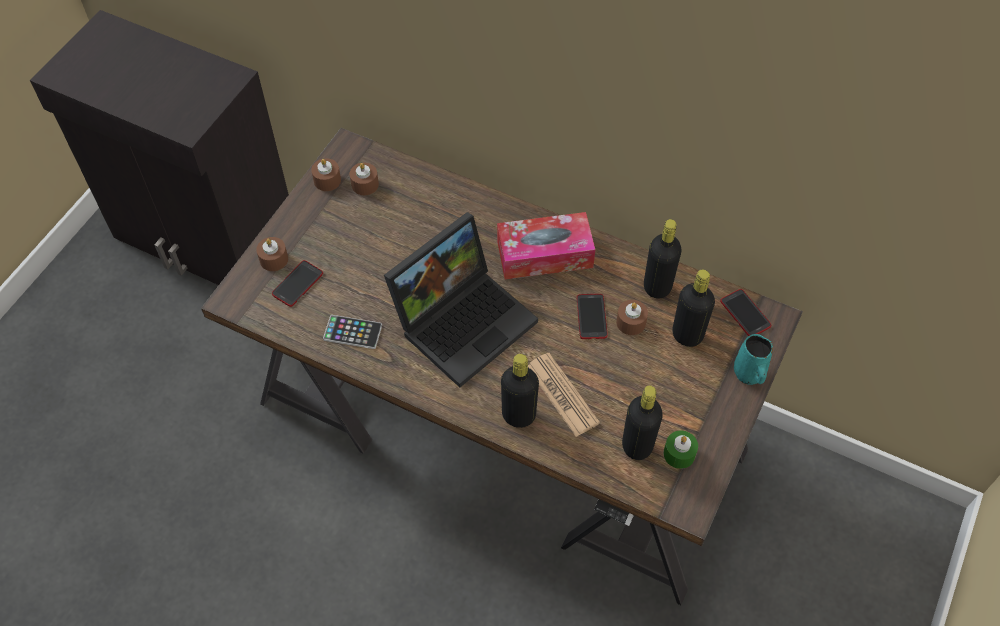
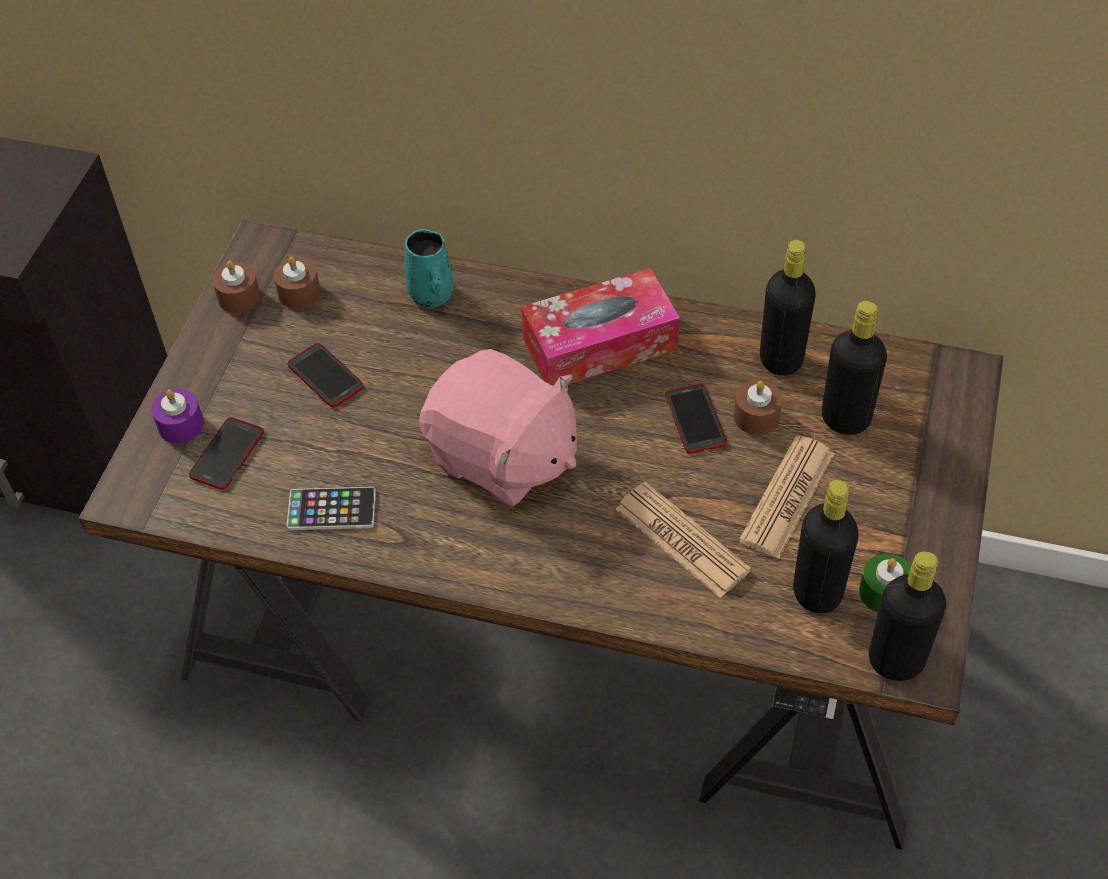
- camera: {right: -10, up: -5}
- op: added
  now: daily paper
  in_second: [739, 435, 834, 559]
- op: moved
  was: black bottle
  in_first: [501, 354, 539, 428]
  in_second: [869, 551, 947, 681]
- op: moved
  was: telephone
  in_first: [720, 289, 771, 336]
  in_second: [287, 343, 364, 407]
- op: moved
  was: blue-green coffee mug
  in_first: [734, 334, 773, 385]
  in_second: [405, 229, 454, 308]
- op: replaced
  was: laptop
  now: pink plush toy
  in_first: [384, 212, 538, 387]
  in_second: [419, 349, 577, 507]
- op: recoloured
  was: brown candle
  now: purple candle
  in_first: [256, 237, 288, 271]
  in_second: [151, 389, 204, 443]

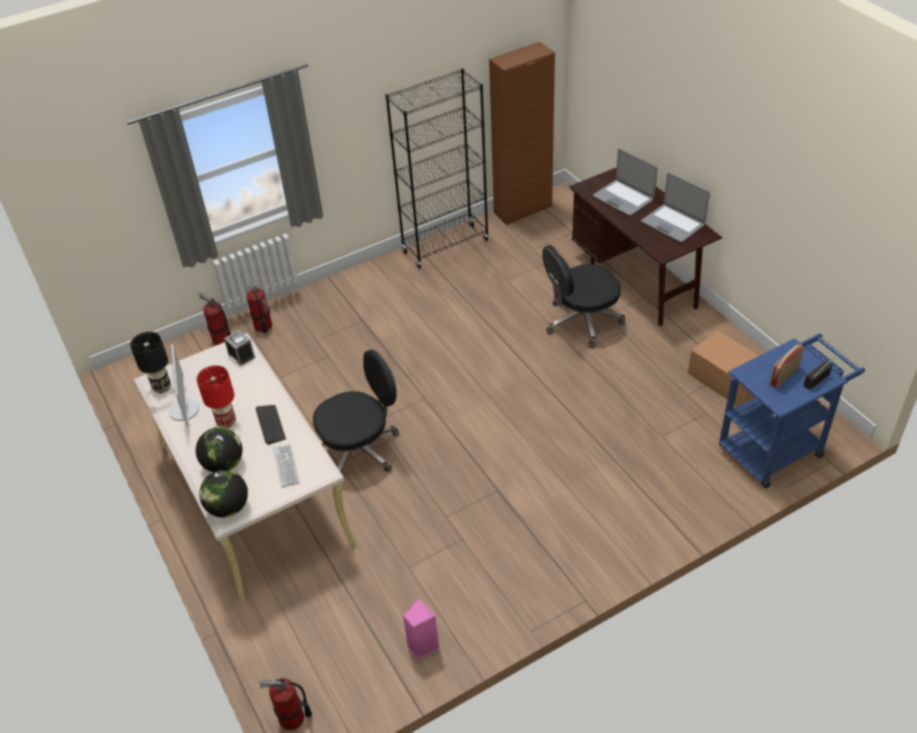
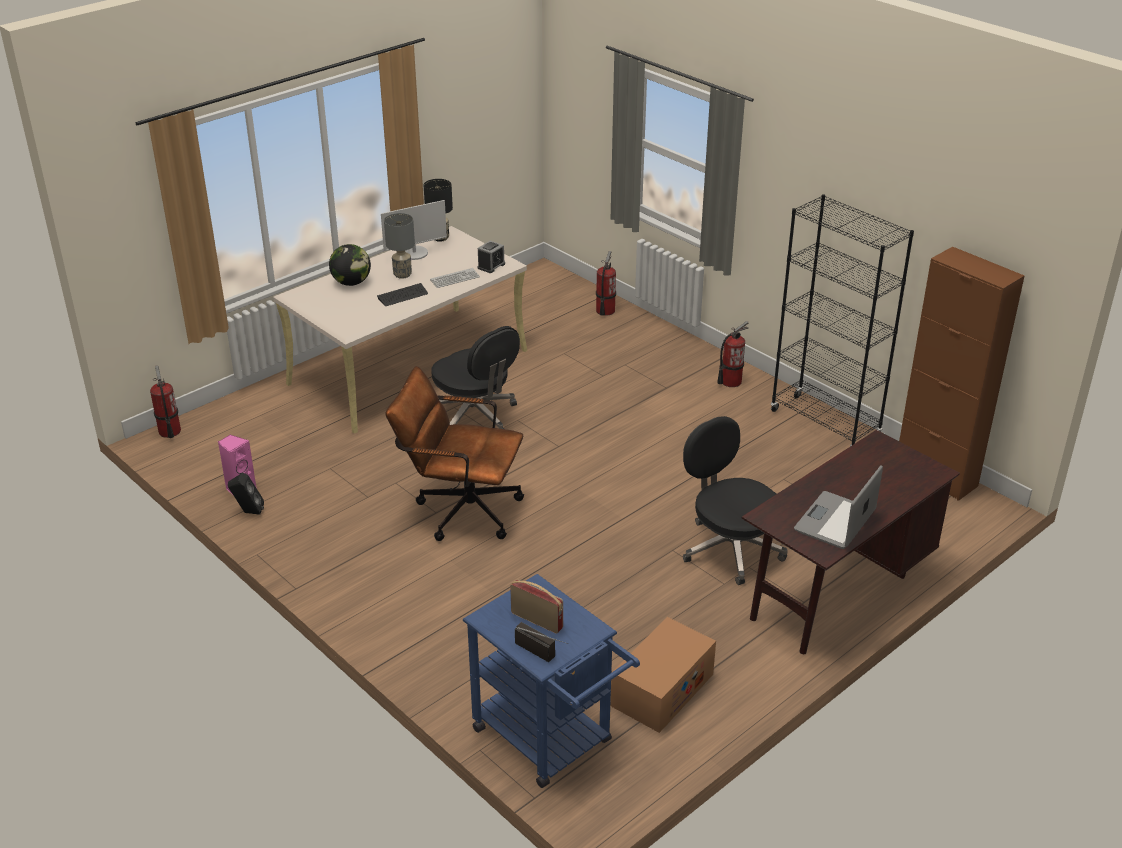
- camera: {right: 75, up: -10}
- op: removed
  was: globe
  in_first: [199, 470, 248, 517]
- op: removed
  was: laptop
  in_first: [593, 149, 658, 216]
- op: added
  now: black audio speaker
  in_second: [228, 473, 264, 515]
- op: added
  now: brown desk chair
  in_second: [385, 366, 524, 541]
- op: moved
  was: fire extinguisher
  in_first: [246, 275, 272, 333]
  in_second: [717, 321, 749, 387]
- op: moved
  was: PC keyboard
  in_first: [272, 445, 300, 487]
  in_second: [430, 268, 480, 288]
- op: recoloured
  was: red-coloured table lamp
  now: grey table lamp
  in_first: [196, 365, 236, 428]
  in_second: [384, 213, 415, 279]

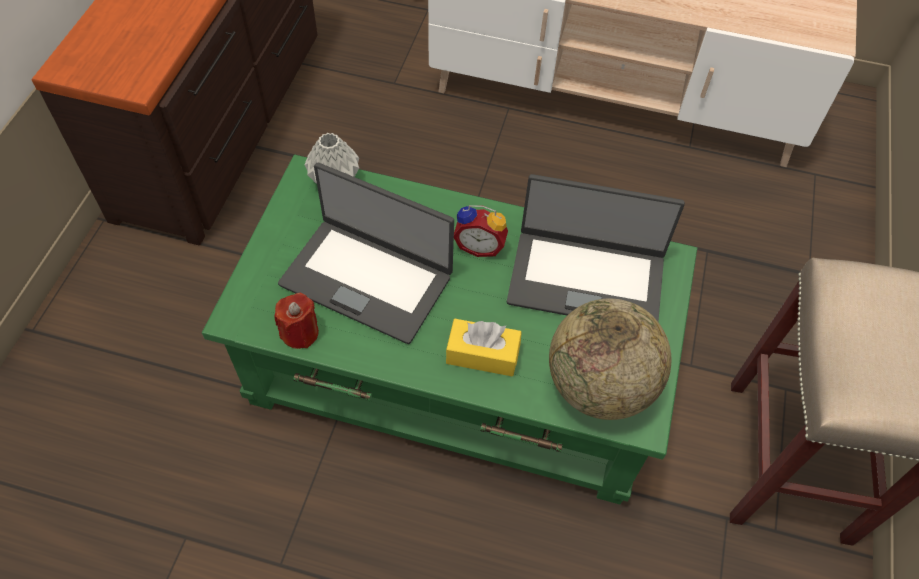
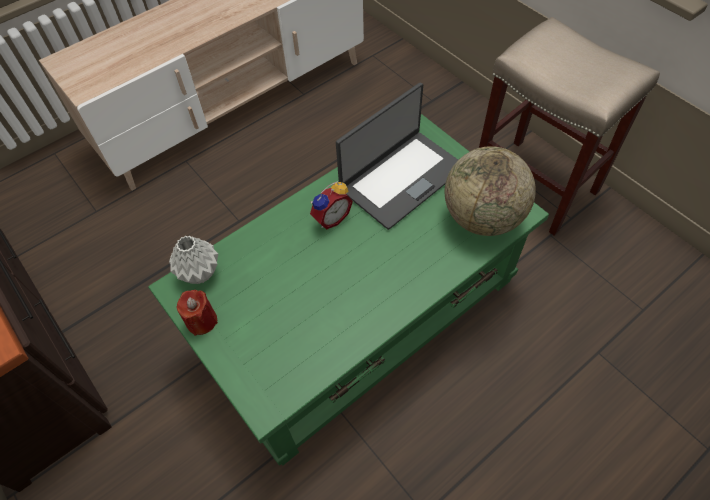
- camera: {right: -50, up: 0}
- op: removed
  was: laptop
  in_first: [278, 163, 454, 344]
- op: removed
  was: yellowish box of tissues
  in_first: [446, 319, 521, 377]
- op: moved
  was: red-coloured candle
  in_first: [274, 293, 319, 349]
  in_second: [176, 290, 218, 336]

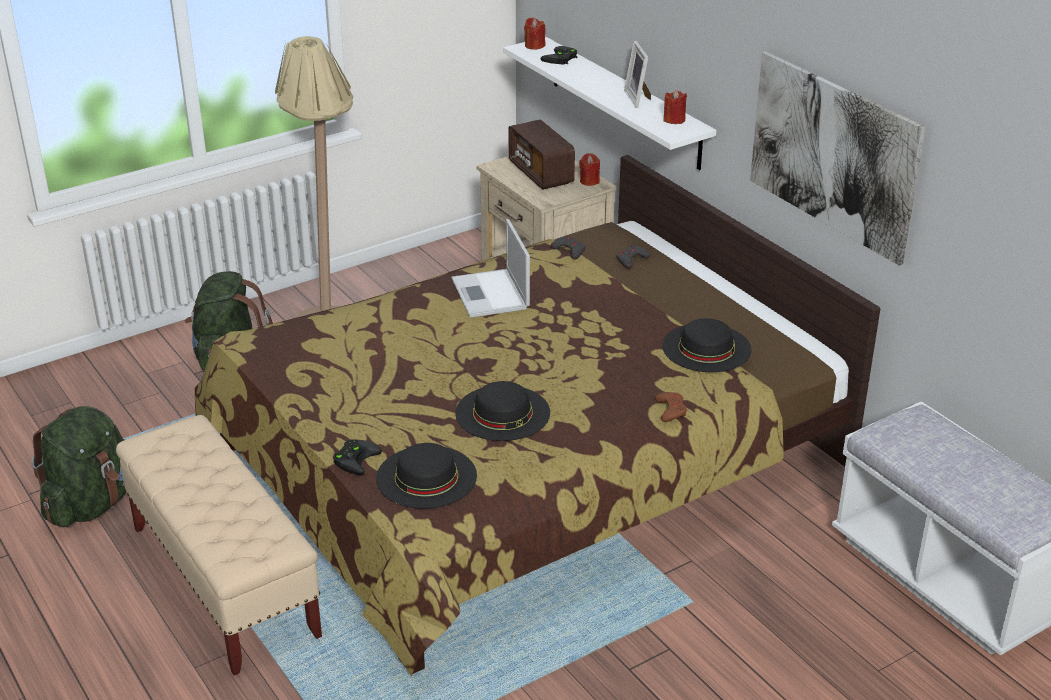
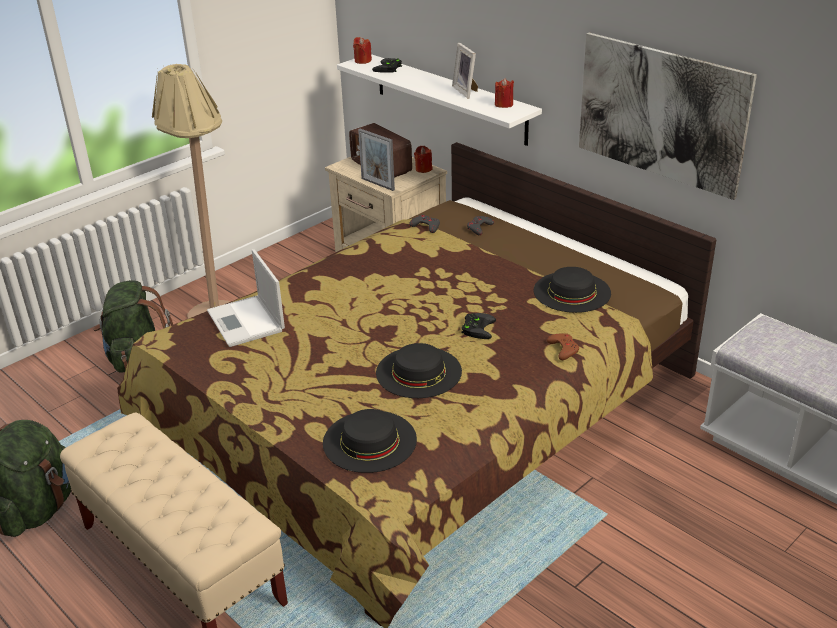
- camera: {right: -10, up: 0}
- op: added
  now: photo frame
  in_second: [358, 129, 395, 191]
- op: moved
  was: black game controller
  in_first: [333, 439, 382, 475]
  in_second: [461, 313, 496, 339]
- op: moved
  was: laptop
  in_first: [451, 219, 530, 318]
  in_second: [207, 249, 285, 347]

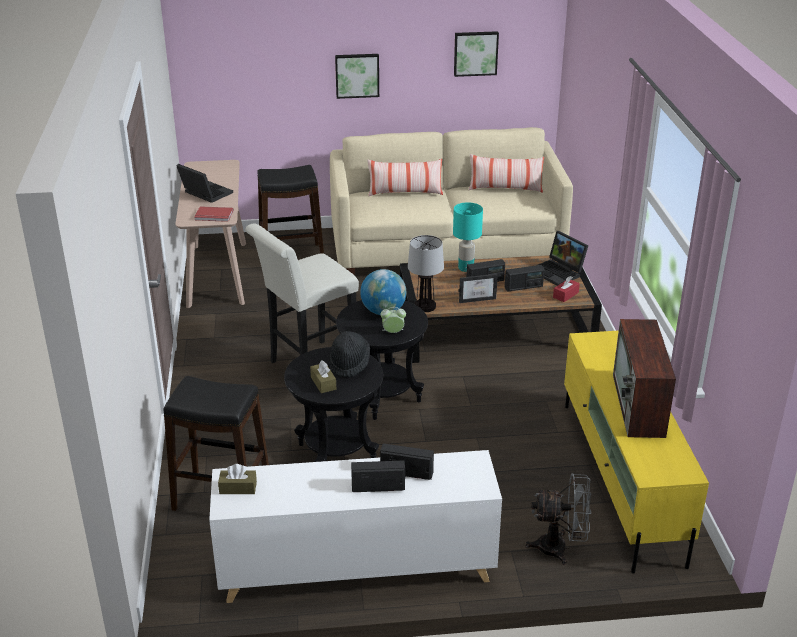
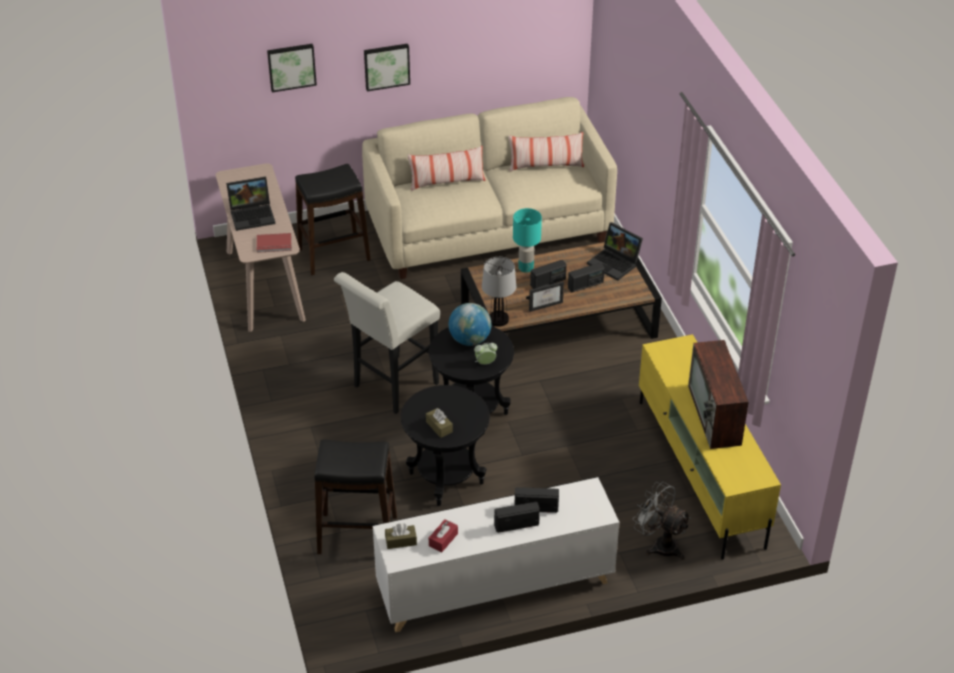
- camera: {right: -10, up: 10}
- op: removed
  was: black wearable hat
  in_first: [330, 331, 370, 378]
- op: moved
  was: picture
  in_first: [454, 31, 499, 77]
  in_second: [267, 44, 317, 92]
- op: moved
  was: red-coloured box of tissues
  in_first: [553, 276, 580, 302]
  in_second: [429, 519, 458, 553]
- op: turned
  was: laptop
  in_first: [176, 164, 233, 203]
  in_second: [226, 177, 275, 231]
  clockwise: 135
- op: turned
  was: grey electric fan
  in_first: [525, 473, 591, 565]
  in_second: [632, 482, 691, 560]
  clockwise: -135

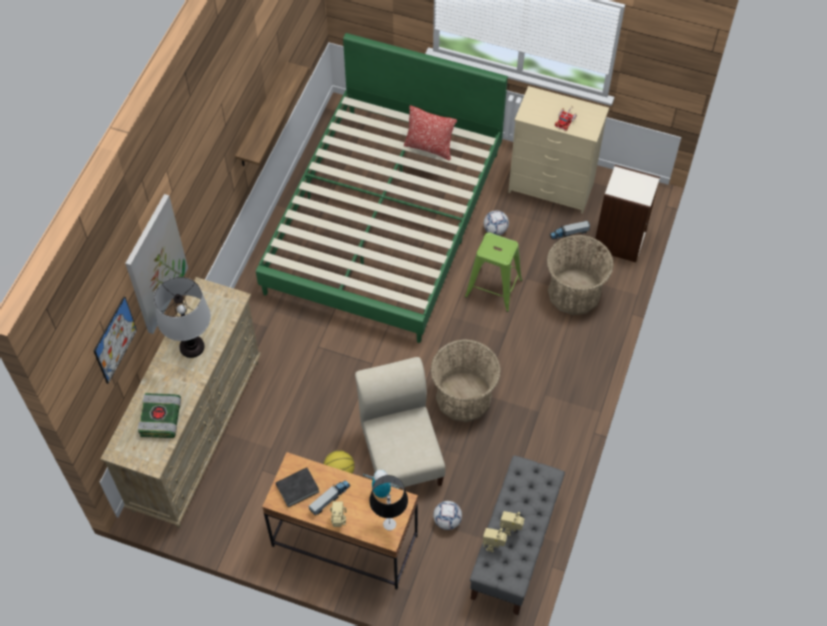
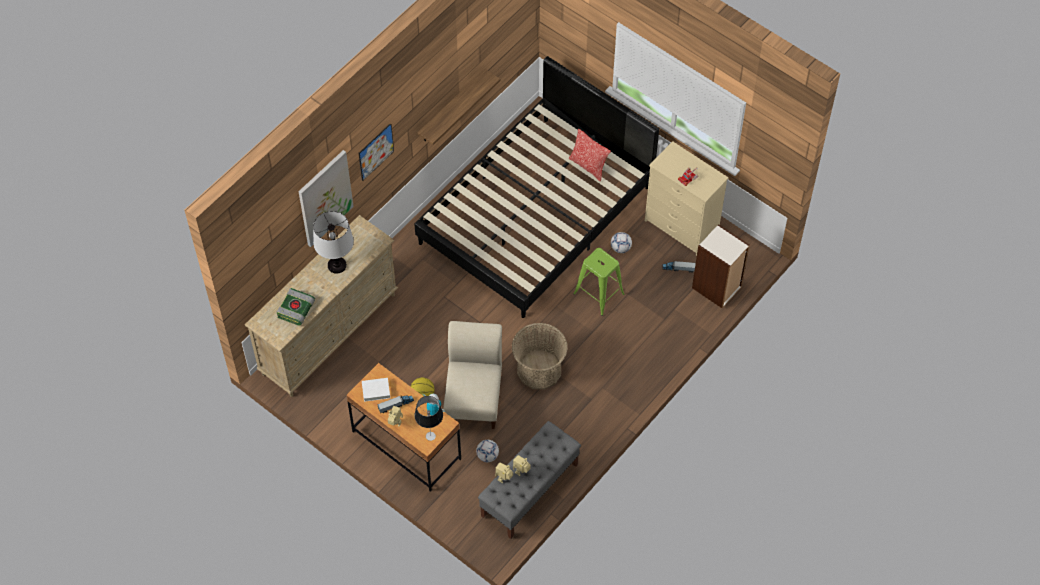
- camera: {right: 20, up: 0}
- op: removed
  was: basket
  in_first: [547, 235, 614, 315]
- op: moved
  was: picture
  in_first: [93, 296, 137, 384]
  in_second: [359, 123, 394, 181]
- op: recoloured
  was: green-coloured bed
  now: black bed
  in_first: [256, 33, 508, 343]
  in_second: [414, 56, 659, 318]
- op: recoloured
  was: black volume
  now: white volume
  in_first: [276, 467, 319, 508]
  in_second: [362, 378, 390, 402]

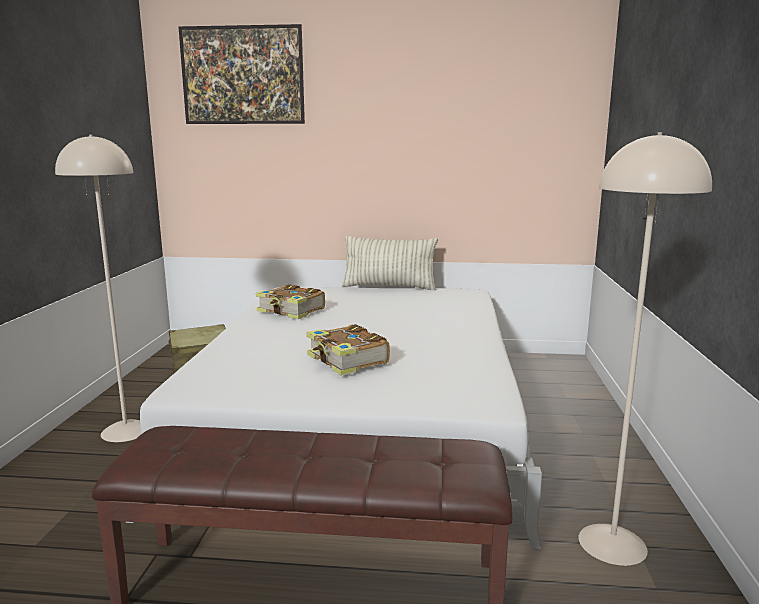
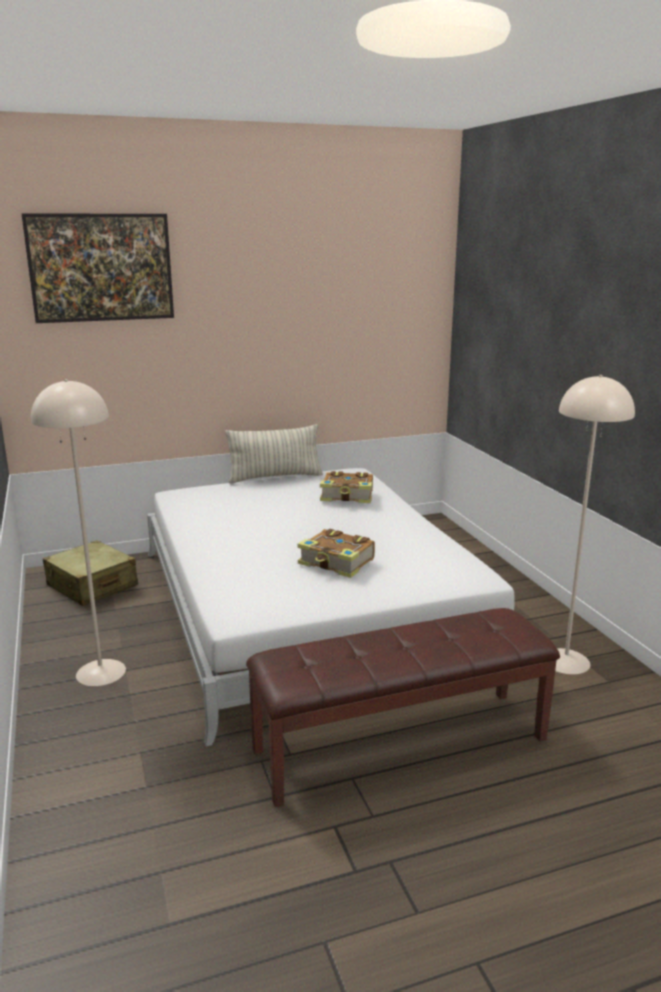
- camera: {right: -25, up: 5}
- op: moved
  was: volume
  in_first: [256, 284, 325, 319]
  in_second: [320, 471, 373, 503]

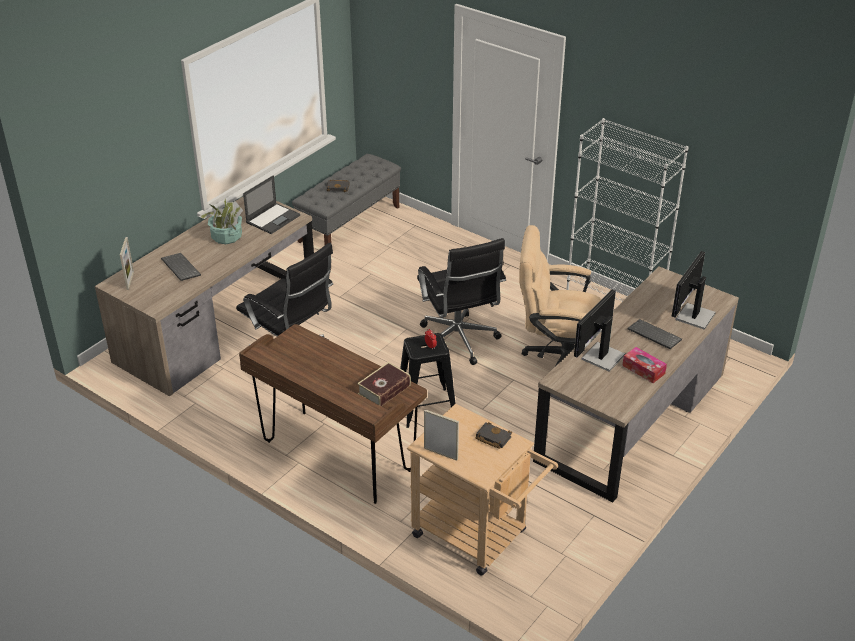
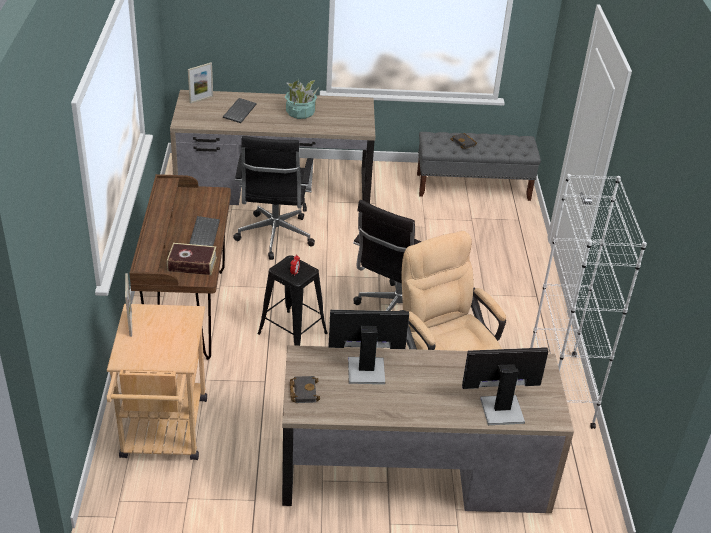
- camera: {right: 50, up: 0}
- op: removed
  was: laptop
  in_first: [243, 175, 300, 234]
- op: removed
  was: box of tissues
  in_first: [622, 347, 667, 383]
- op: moved
  was: black volume
  in_first: [475, 422, 512, 449]
  in_second: [290, 376, 320, 403]
- op: moved
  was: PC keyboard
  in_first: [628, 319, 682, 349]
  in_second: [189, 216, 220, 246]

